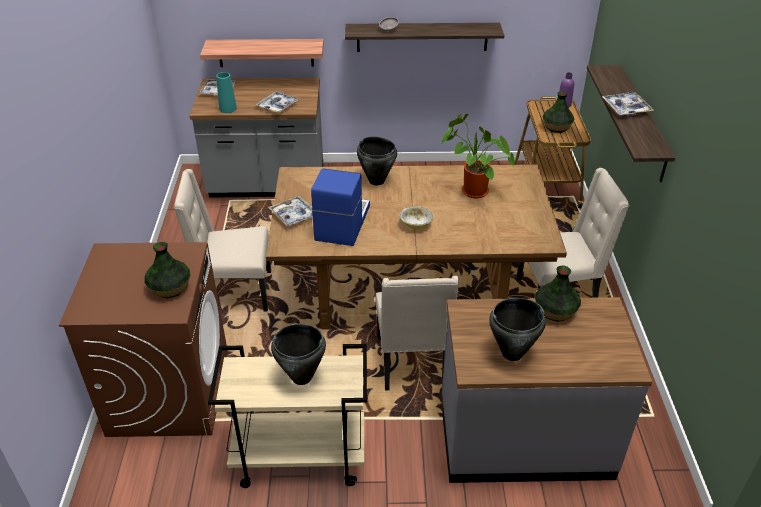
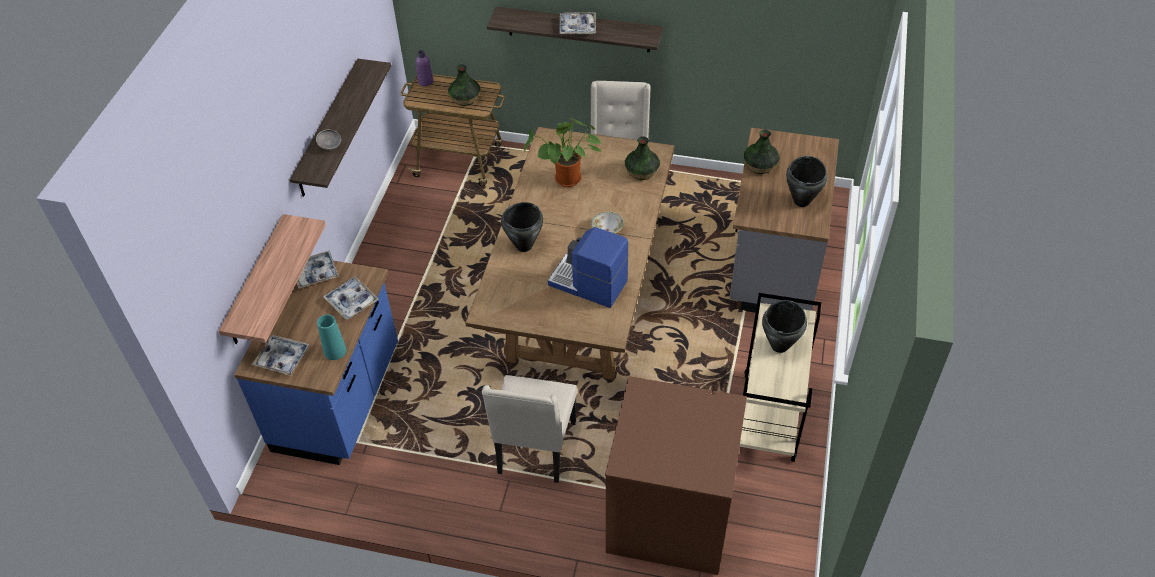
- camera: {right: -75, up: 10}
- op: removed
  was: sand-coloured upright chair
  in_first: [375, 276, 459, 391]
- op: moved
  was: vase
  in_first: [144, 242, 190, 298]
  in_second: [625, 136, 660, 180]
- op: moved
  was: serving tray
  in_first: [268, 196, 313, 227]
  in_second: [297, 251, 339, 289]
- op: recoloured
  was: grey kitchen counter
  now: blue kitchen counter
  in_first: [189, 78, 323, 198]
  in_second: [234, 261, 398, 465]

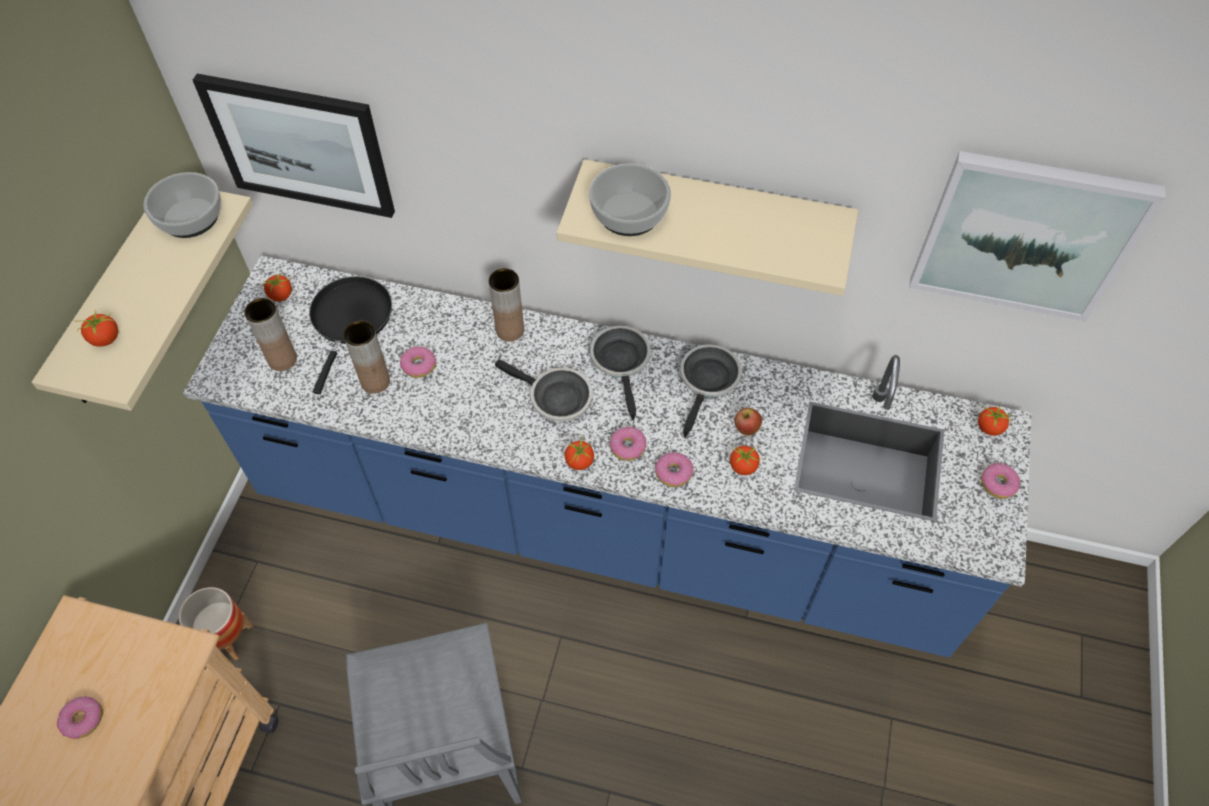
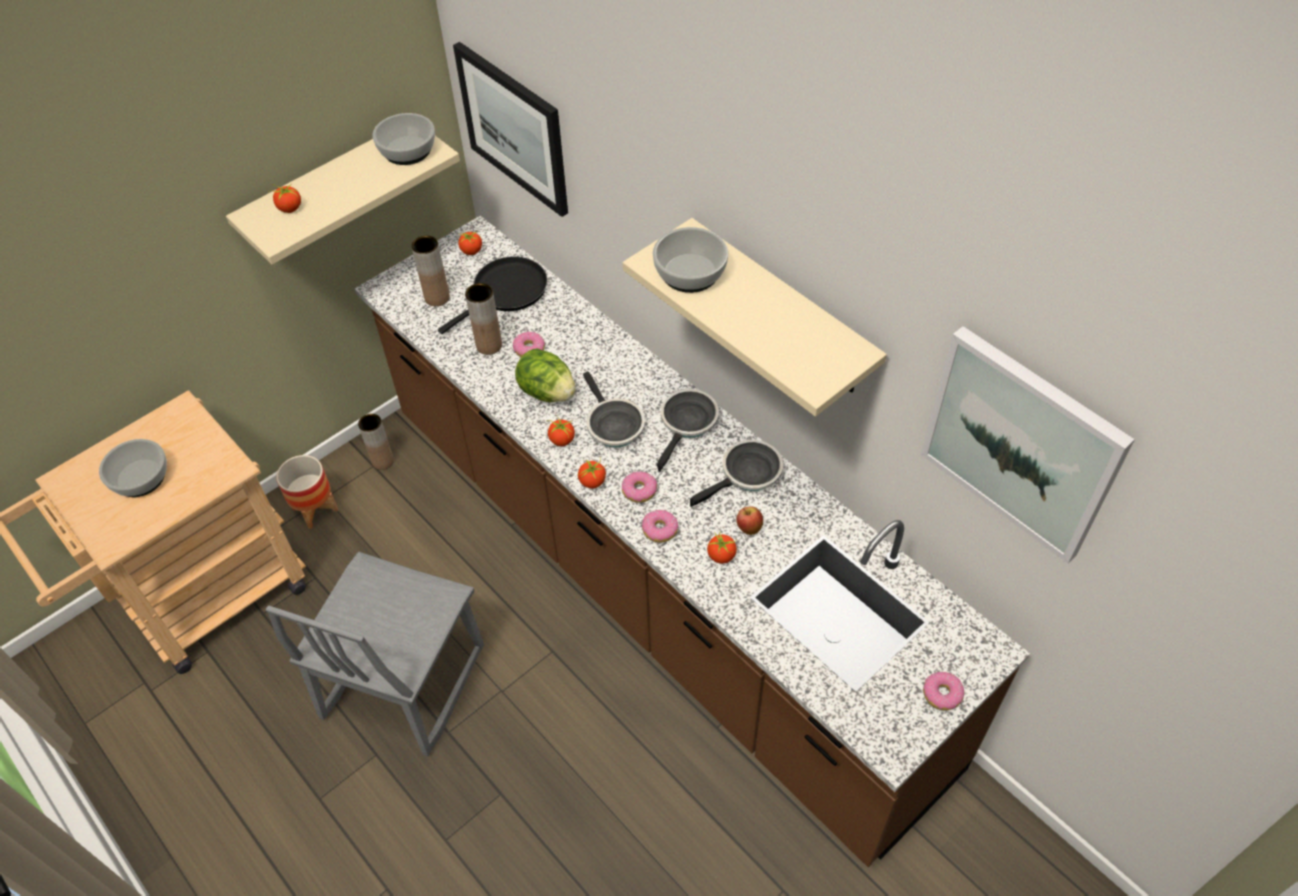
- camera: {right: 35, up: -5}
- op: added
  now: head of lettuce
  in_second: [515, 348, 576, 402]
- op: moved
  was: brown vase
  in_first: [489, 268, 524, 341]
  in_second: [358, 414, 394, 470]
- op: moved
  was: whole tomato
  in_first: [978, 404, 1012, 436]
  in_second: [547, 414, 575, 446]
- op: replaced
  was: donut
  now: serving bowl
  in_first: [57, 696, 103, 739]
  in_second: [99, 439, 167, 497]
- op: recoloured
  was: blue kitchen counter
  now: brown kitchen counter
  in_first: [183, 256, 1031, 658]
  in_second: [354, 216, 1030, 867]

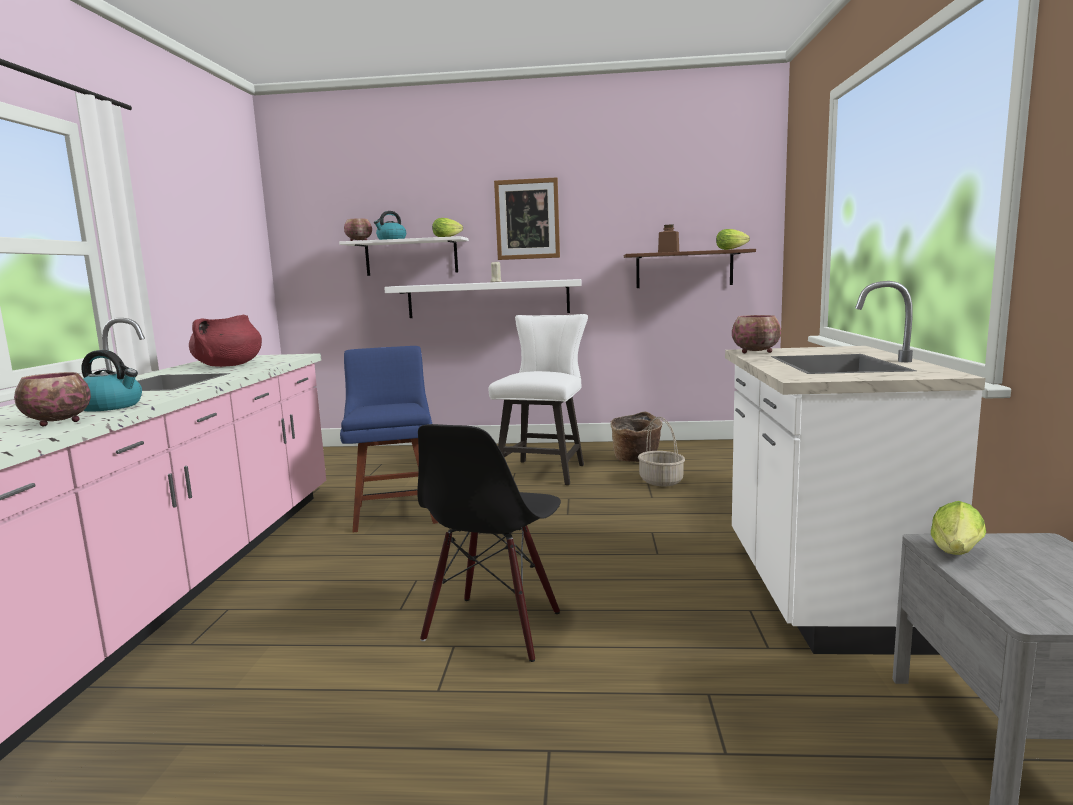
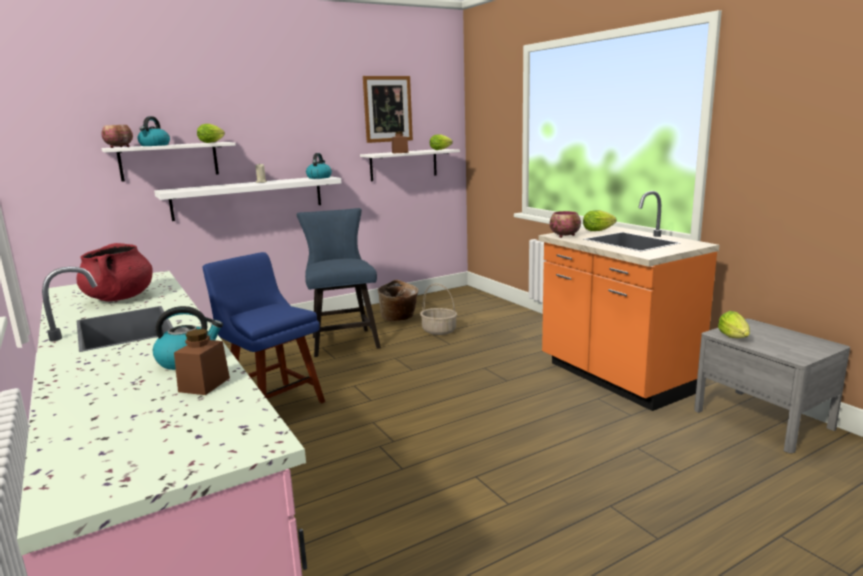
- camera: {right: -35, up: 5}
- op: removed
  was: black upright chair
  in_first: [417, 424, 561, 662]
- op: added
  now: water kettle
  in_second: [306, 153, 332, 179]
- op: added
  now: head of lettuce
  in_second: [583, 210, 617, 231]
- op: moved
  was: picture
  in_first: [494, 177, 560, 260]
  in_second: [363, 76, 413, 143]
- op: replaced
  was: serving bowl
  now: brown preserve jar
  in_first: [14, 372, 91, 427]
  in_second: [174, 329, 230, 395]
- op: recoloured
  was: white upright chair
  now: blue upright chair
  in_first: [489, 314, 588, 485]
  in_second: [297, 208, 381, 357]
- op: recoloured
  was: brown shelf
  now: white shelf
  in_first: [624, 249, 756, 288]
  in_second: [360, 149, 460, 181]
- op: recoloured
  was: white kitchen counter
  now: orange-coloured kitchen counter
  in_first: [725, 281, 985, 655]
  in_second: [539, 191, 720, 411]

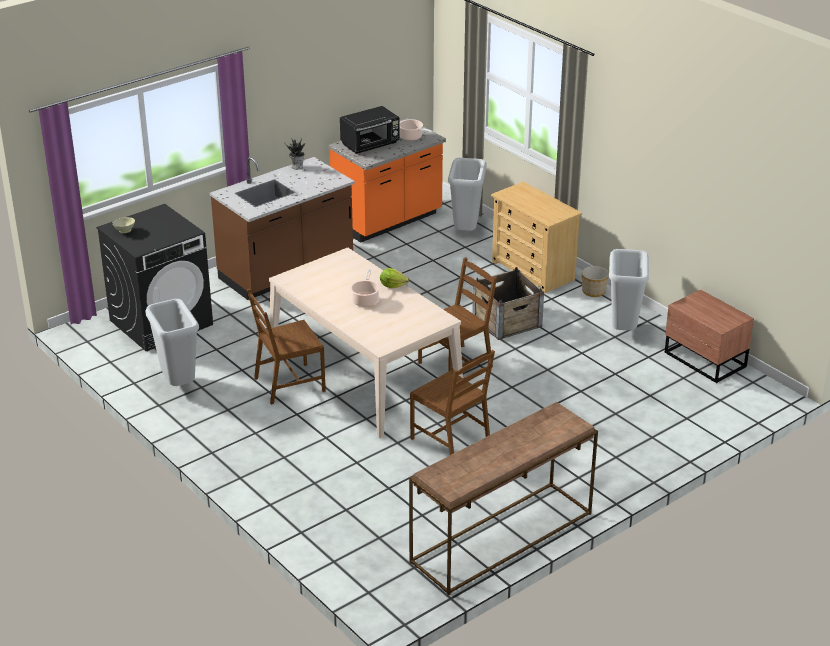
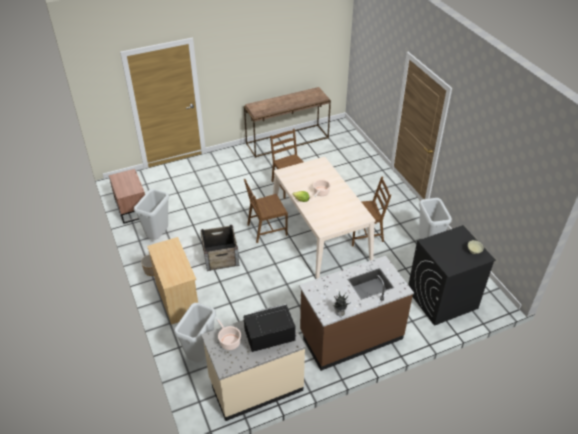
- camera: {right: -165, up: 10}
- op: recoloured
  was: orange-coloured kitchen counter
  now: sand-coloured kitchen counter
  in_first: [329, 118, 446, 243]
  in_second: [201, 320, 306, 421]

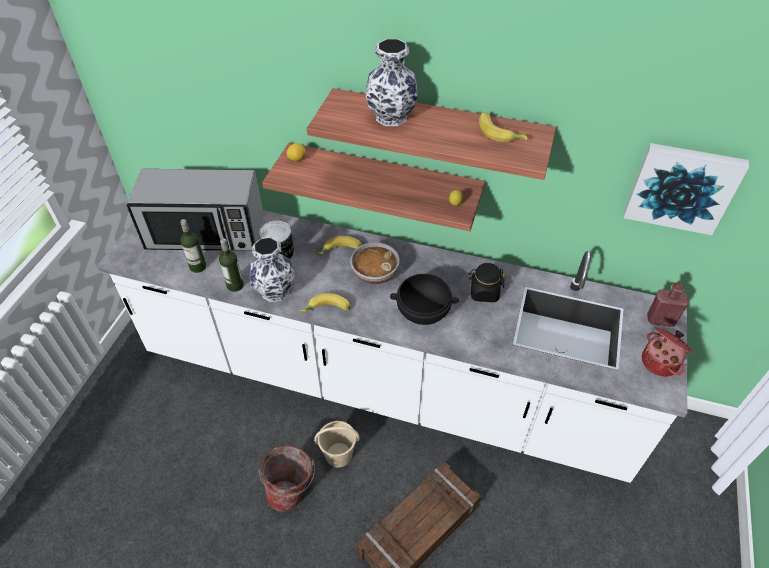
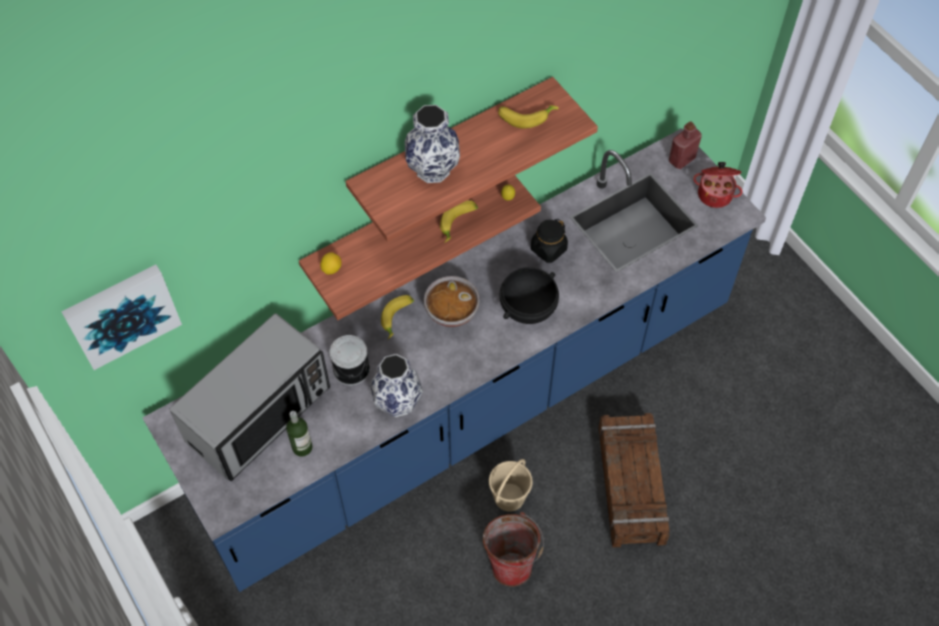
- camera: {right: -50, up: 10}
- op: removed
  was: bottle
  in_first: [219, 238, 244, 292]
- op: moved
  was: whole banana
  in_first: [300, 293, 350, 312]
  in_second: [440, 200, 478, 243]
- op: moved
  was: picture
  in_first: [623, 143, 749, 235]
  in_second: [61, 264, 182, 370]
- op: recoloured
  was: white kitchen counter
  now: blue kitchen counter
  in_first: [97, 210, 687, 483]
  in_second: [142, 128, 766, 592]

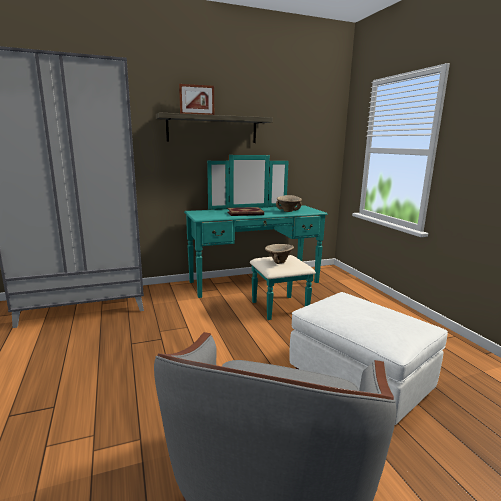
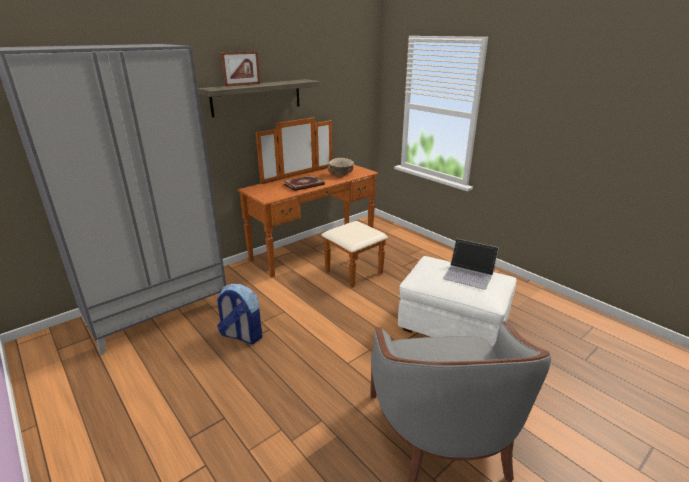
- camera: {right: -20, up: 10}
- op: removed
  was: sand-coloured serving bowl
  in_first: [265, 244, 294, 264]
- op: added
  now: rucksack
  in_second: [217, 284, 263, 344]
- op: added
  now: laptop
  in_second: [443, 238, 499, 290]
- op: recoloured
  was: blue-green dresser
  now: brown dresser
  in_first: [184, 155, 327, 320]
  in_second: [237, 117, 388, 288]

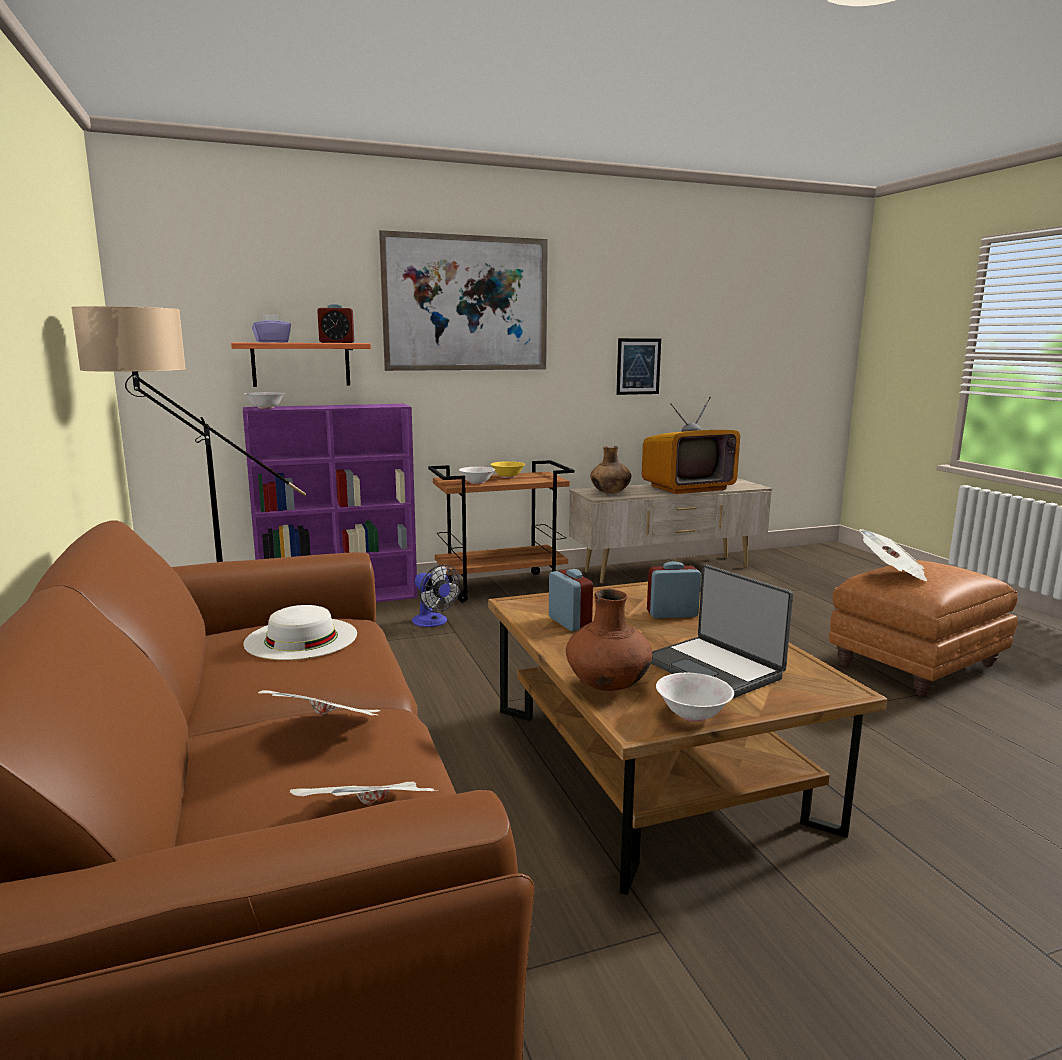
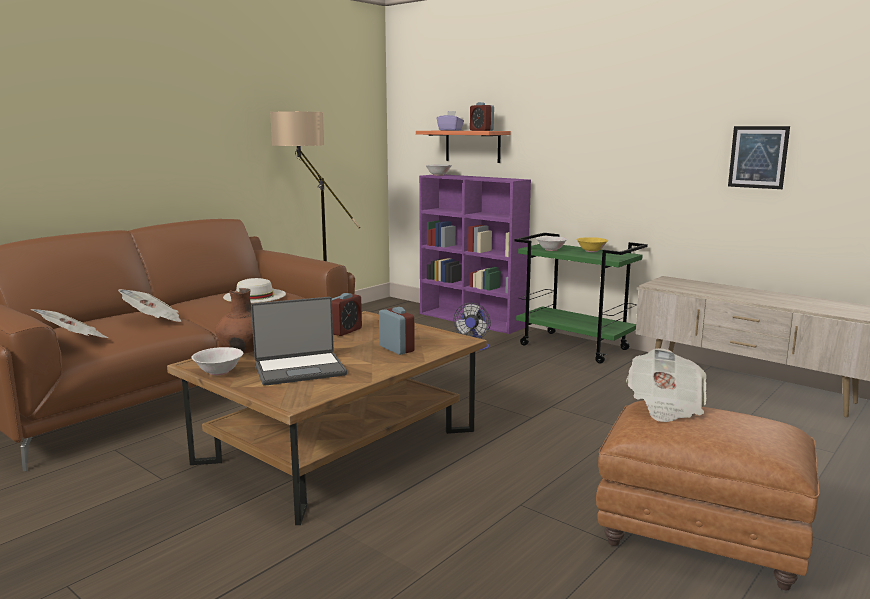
- camera: {right: 60, up: 0}
- op: removed
  was: picture
  in_first: [379, 230, 548, 371]
- op: removed
  was: brown vase
  in_first: [590, 446, 631, 494]
- op: removed
  was: TV
  in_first: [642, 397, 740, 494]
- op: recoloured
  was: brown trolley
  now: green-coloured trolley
  in_first: [428, 460, 574, 602]
  in_second: [514, 233, 648, 363]
- op: turned
  was: laptop
  in_first: [651, 564, 793, 699]
  in_second: [251, 297, 347, 386]
  clockwise: -135

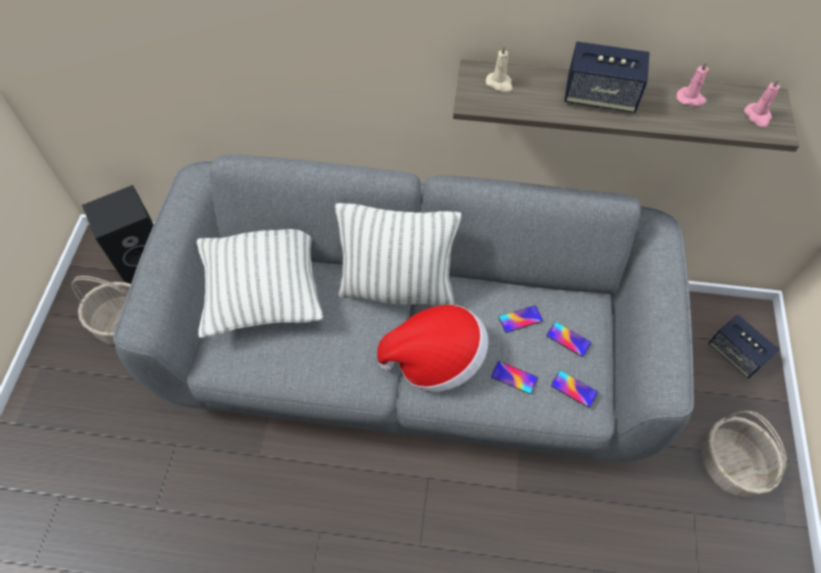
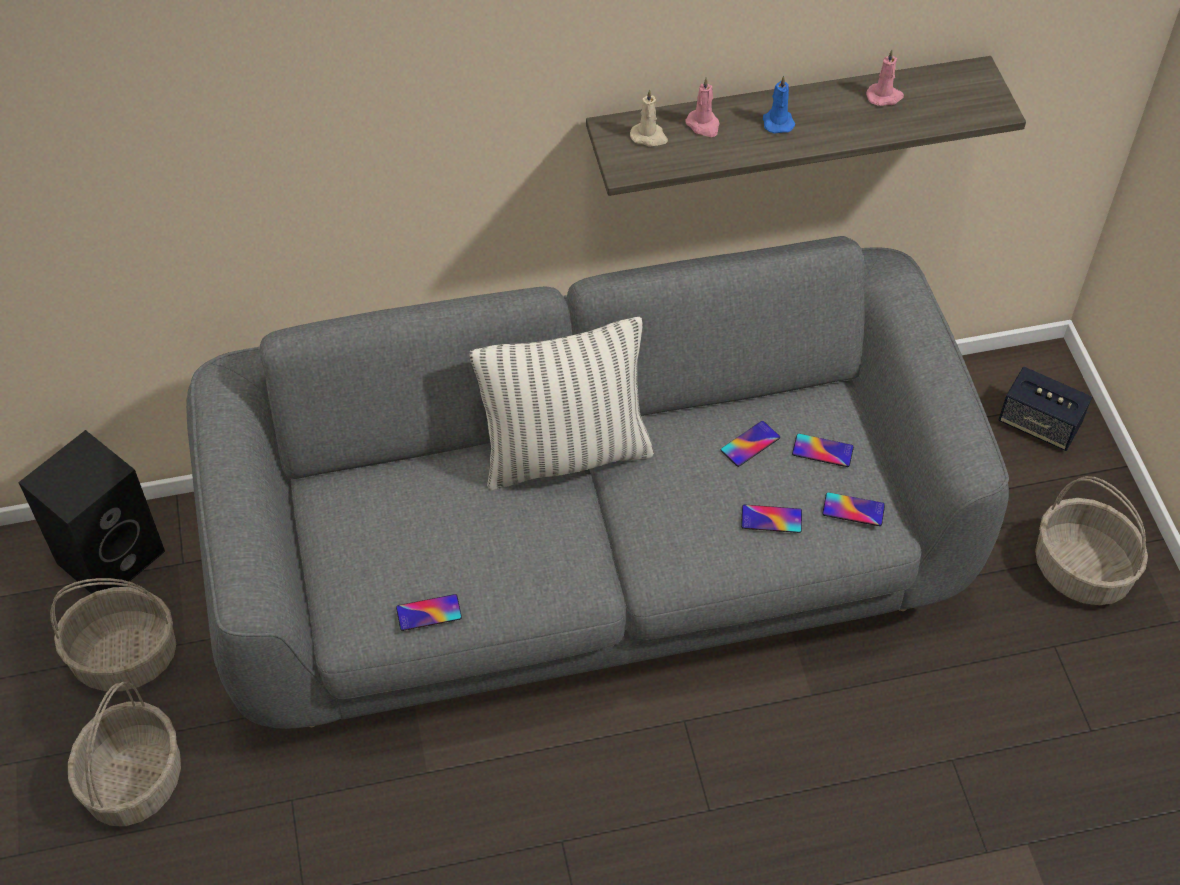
- camera: {right: -20, up: -5}
- op: removed
  was: pillow
  in_first: [196, 229, 323, 338]
- op: removed
  was: wearable hat
  in_first: [377, 305, 489, 392]
- op: added
  now: basket
  in_second: [68, 681, 181, 826]
- op: added
  now: telephone
  in_second: [396, 594, 462, 631]
- op: moved
  was: pink candle
  in_first: [744, 78, 780, 127]
  in_second: [686, 77, 720, 137]
- op: replaced
  was: audio speaker
  now: blue candle
  in_first: [564, 41, 650, 113]
  in_second: [763, 75, 795, 134]

